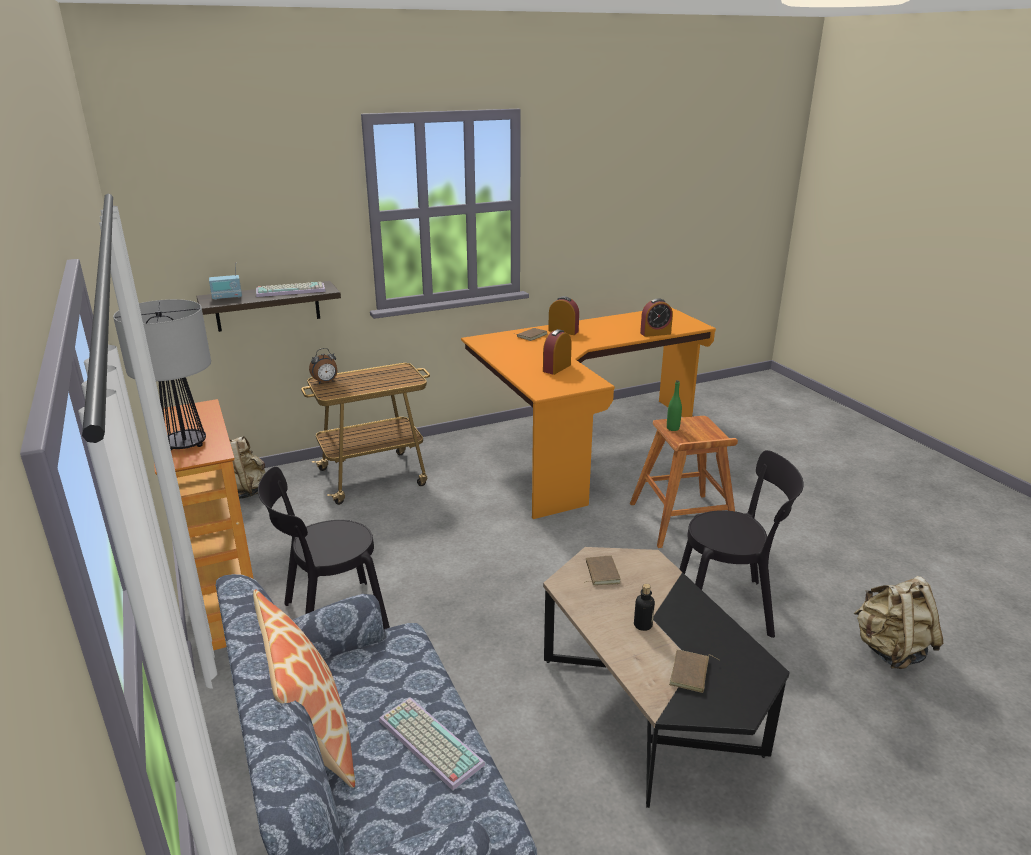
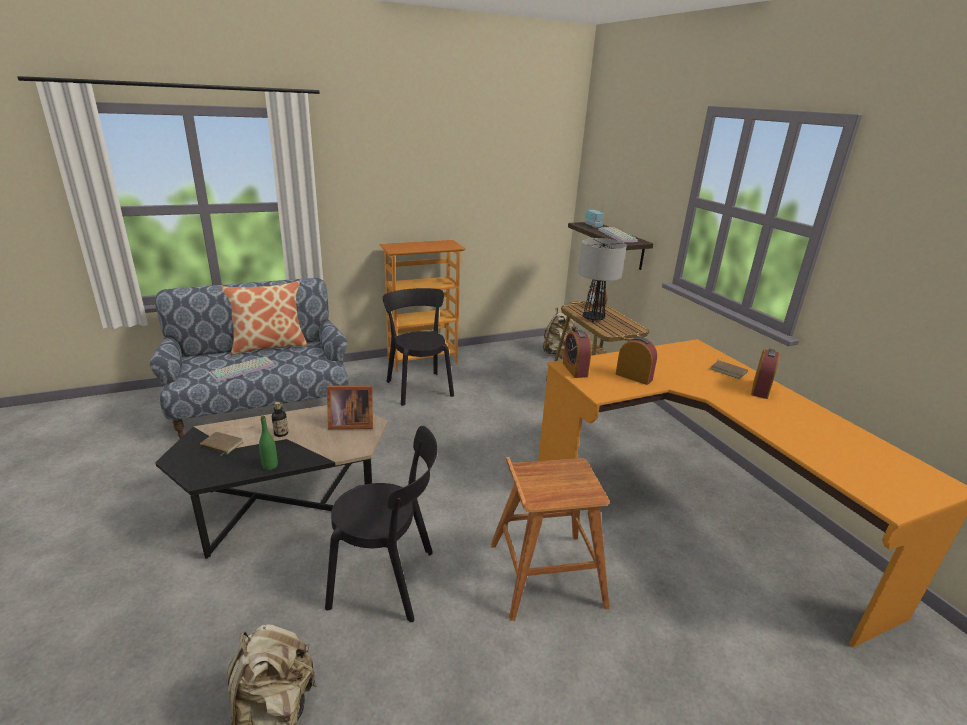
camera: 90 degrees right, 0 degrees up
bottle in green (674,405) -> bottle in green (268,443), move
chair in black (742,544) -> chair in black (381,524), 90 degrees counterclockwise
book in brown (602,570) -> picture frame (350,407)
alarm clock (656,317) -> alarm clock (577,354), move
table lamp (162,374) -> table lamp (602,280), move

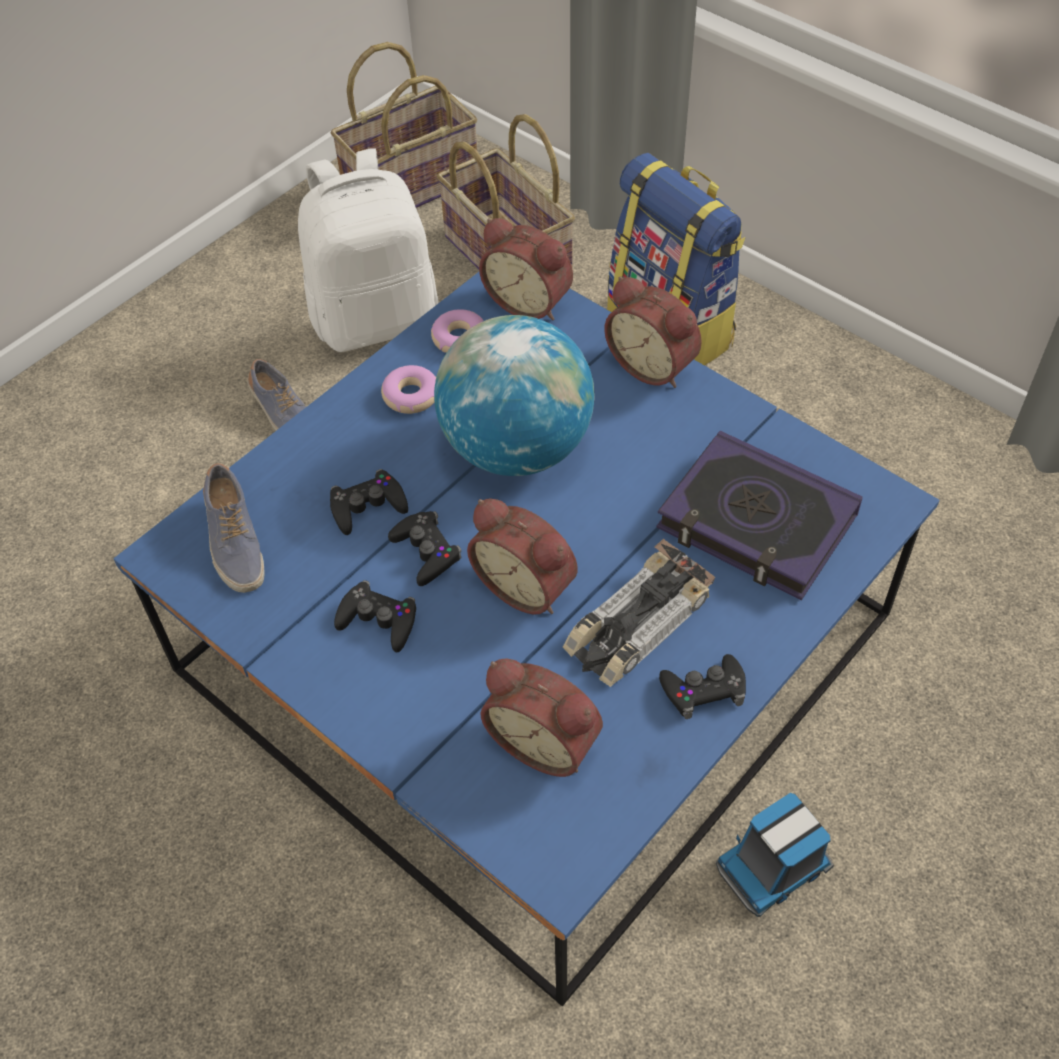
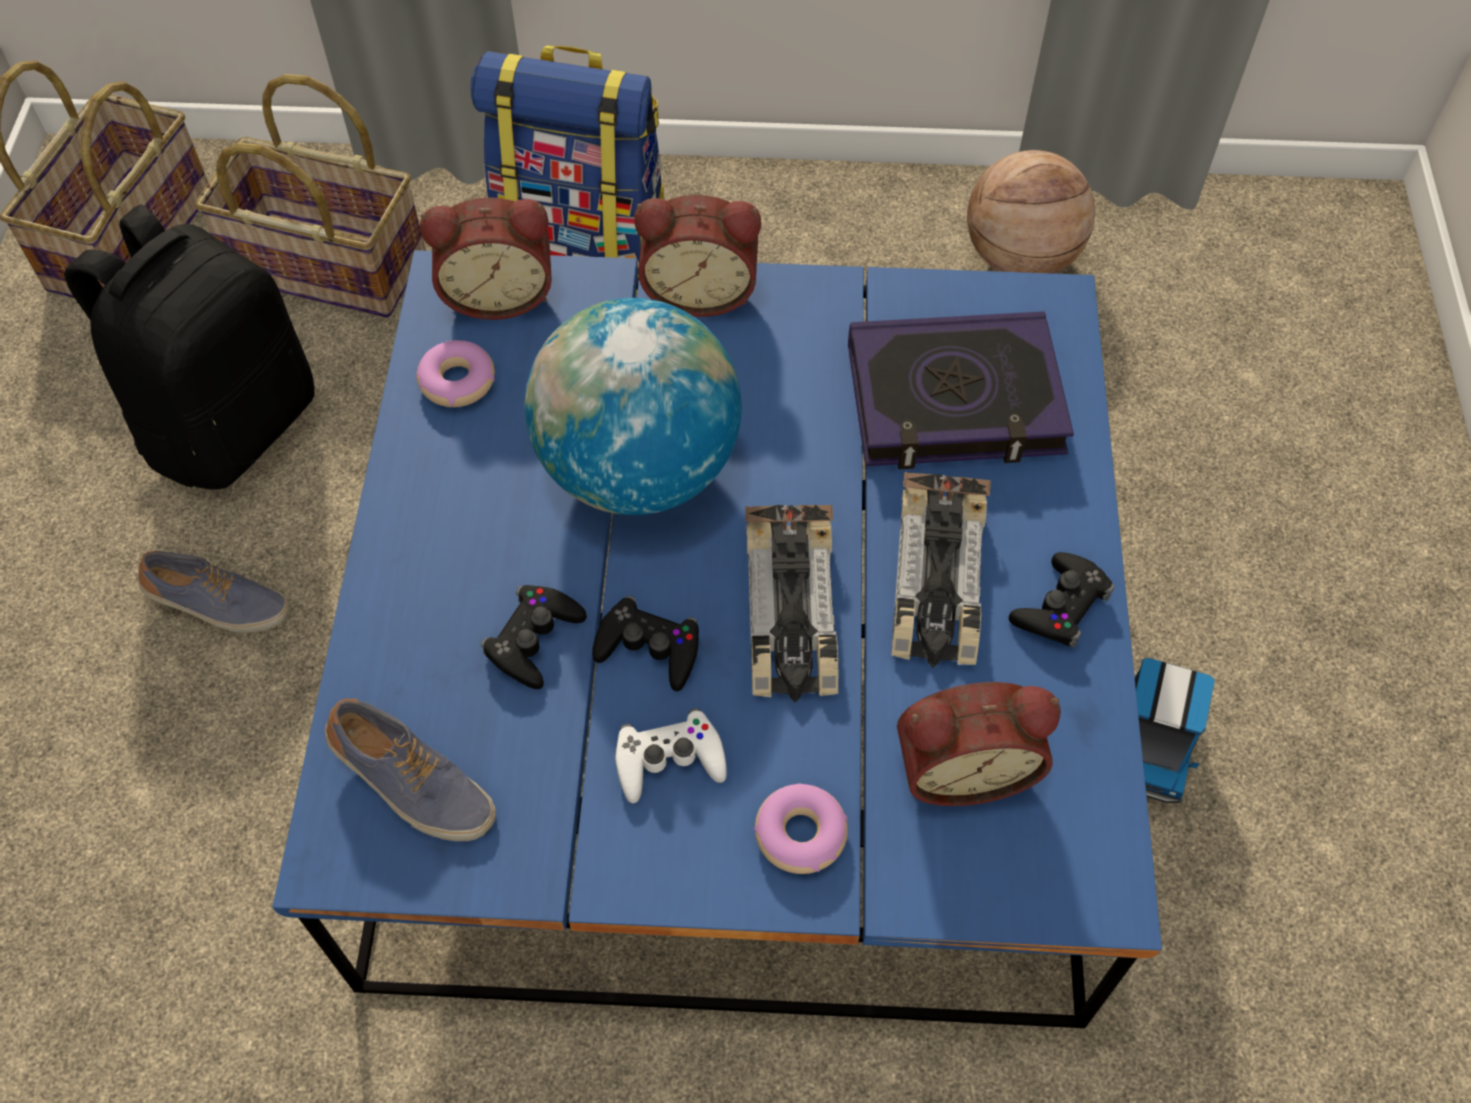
camera: 40 degrees left, 5 degrees up
backpack in white (368,250) -> backpack in black (189,347)
game controller in black (375,616) -> game controller in white (671,755)
alarm clock (522,556) -> toy car (791,603)
donut (408,389) -> donut (801,828), move
none -> basketball (1031,212)

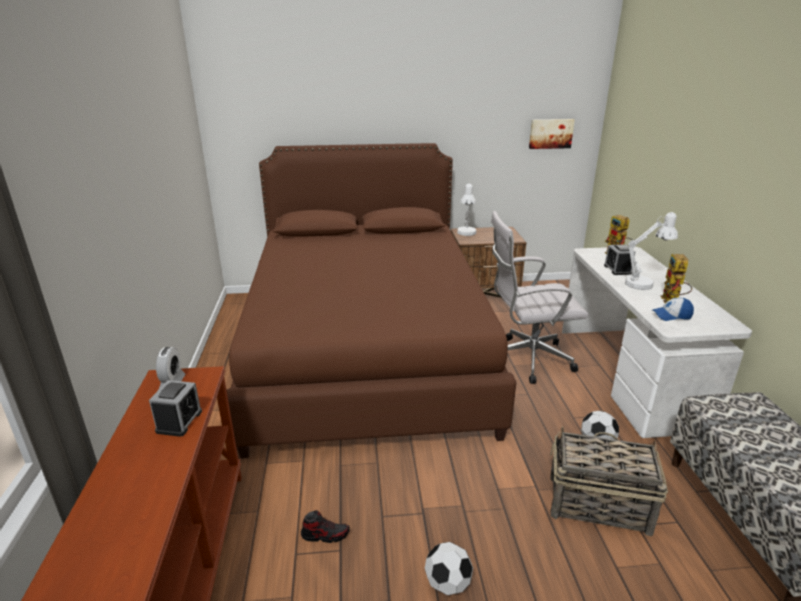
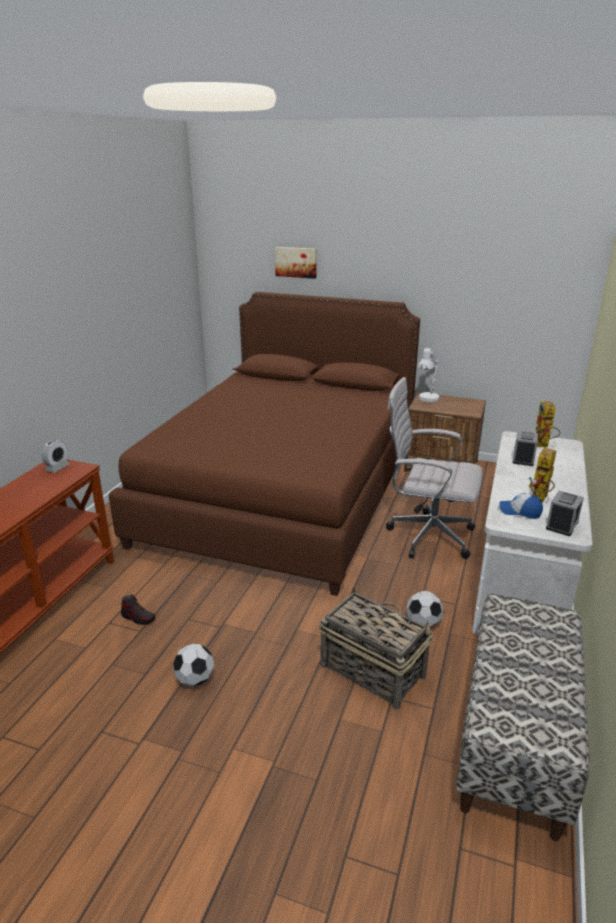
camera: 25 degrees right, 0 degrees up
picture (552,134) -> picture (296,263), move
alarm clock (175,408) -> alarm clock (565,513), move
table lamp in white (651,251) -> none

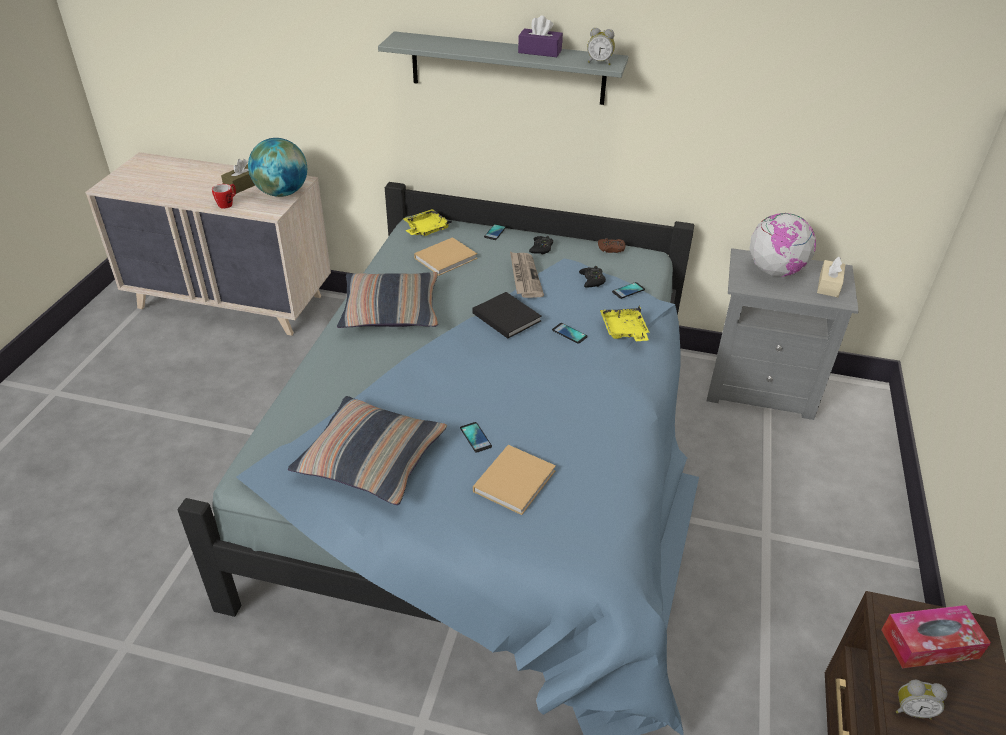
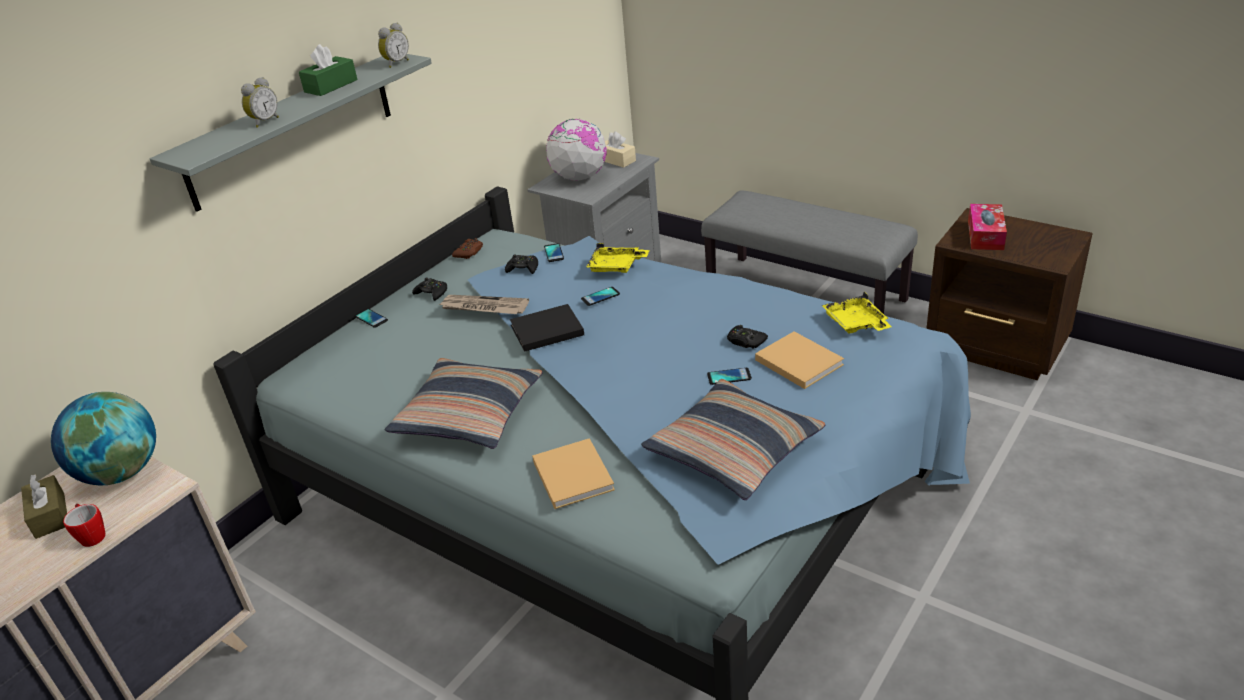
camera: 65 degrees left, 5 degrees down
alarm clock (921,699) -> alarm clock (260,102), move
tissue box in purple (540,36) -> tissue box in green (328,70)
book in beige (446,256) -> book in beige (573,473), move
none -> bench in grey (809,252)
none -> game controller in black (747,337)
tray in yellow (428,222) -> tray in yellow (856,313), move

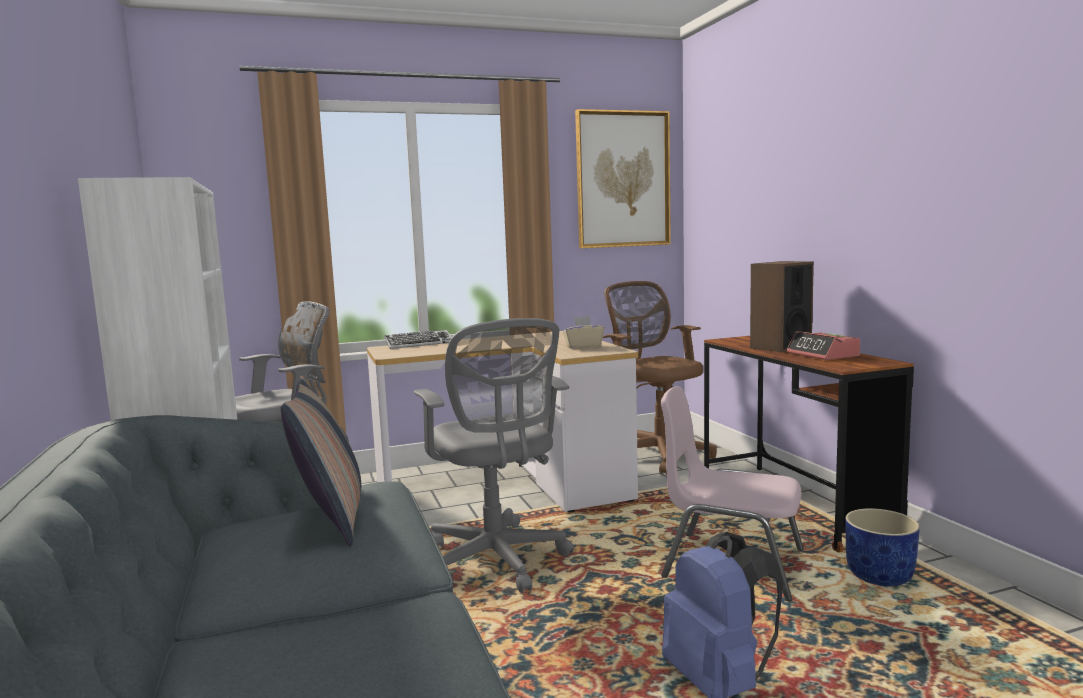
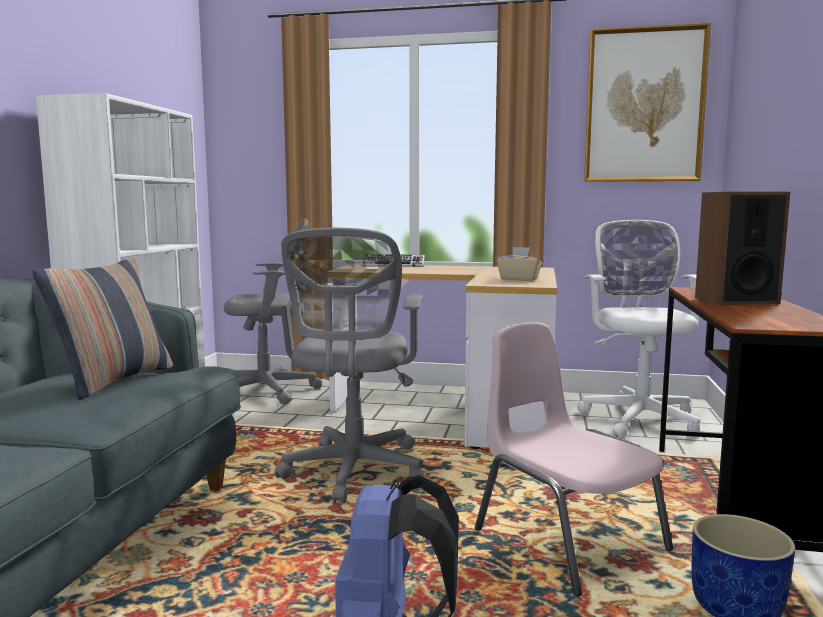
camera: 30 degrees right, 0 degrees up
office chair in brown (660,377) -> office chair in white (638,329)
alarm clock (823,345) -> none

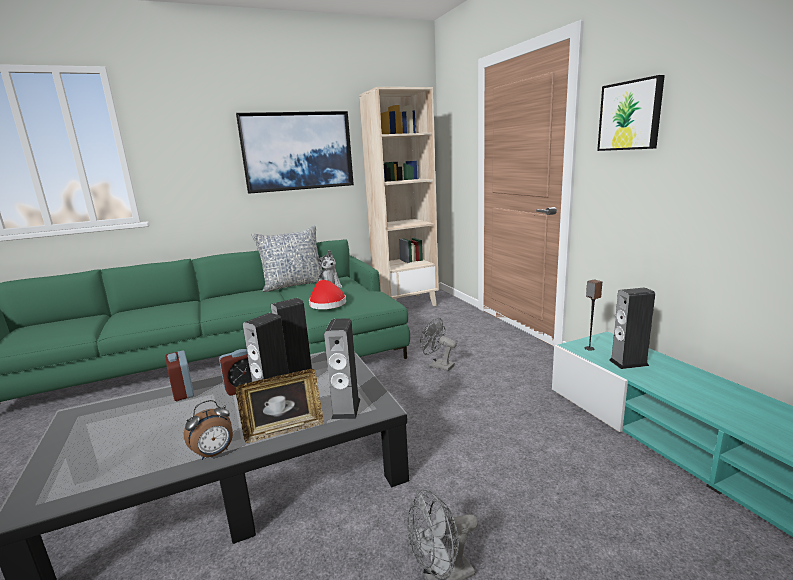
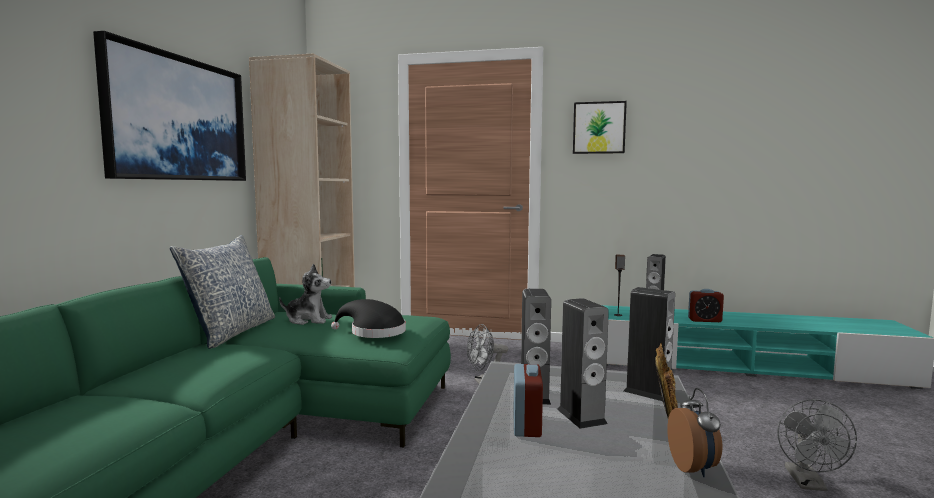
camera: 55 degrees left, 10 degrees down
hat in red (327,294) -> hat in black (368,318)
alarm clock (179,376) -> alarm clock (706,305), move

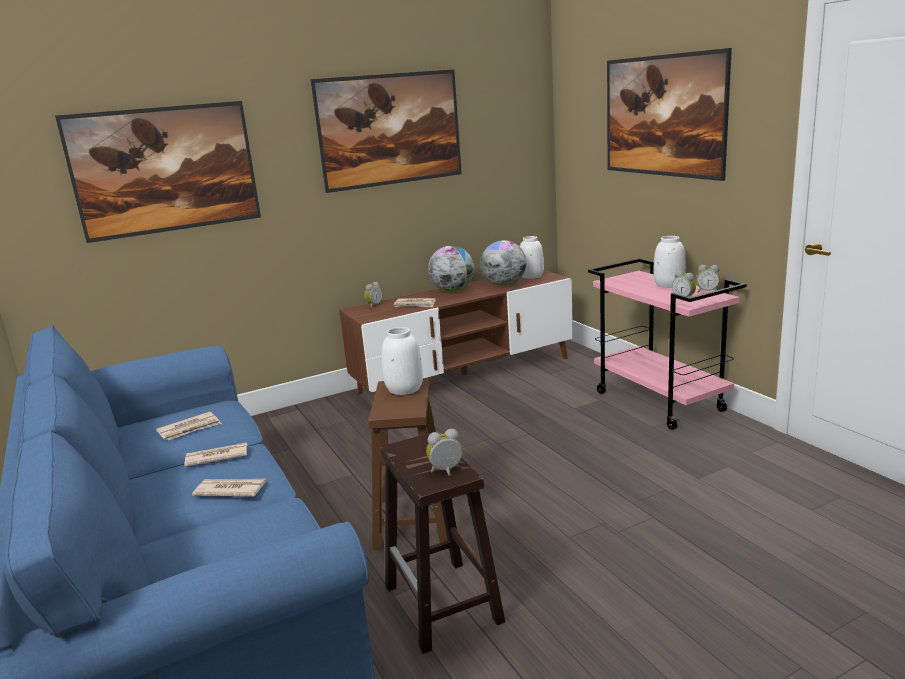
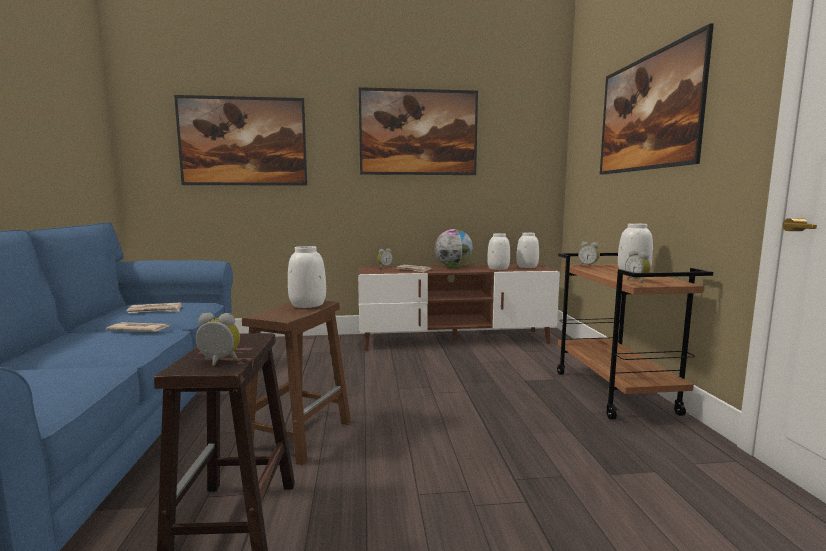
camera: 20 degrees right, 10 degrees down
globe (503,263) -> vase in white (498,251)
cart in pink (667,344) -> cart in brown (635,336)
alarm clock (708,279) -> alarm clock (589,254), move
newspaper (229,488) -> none

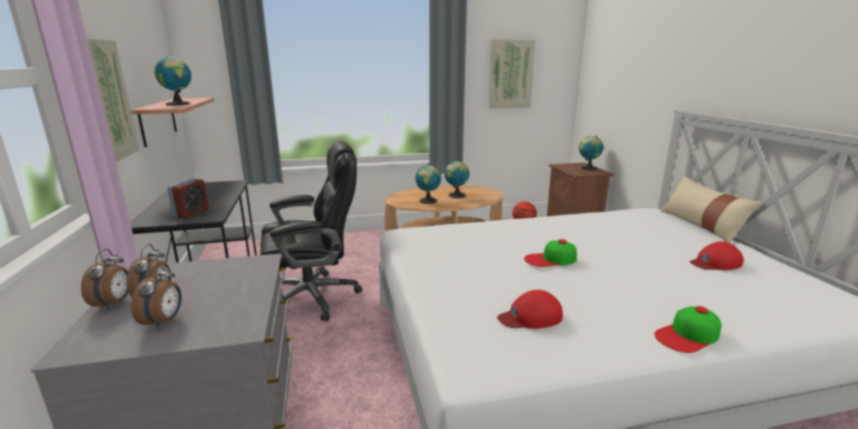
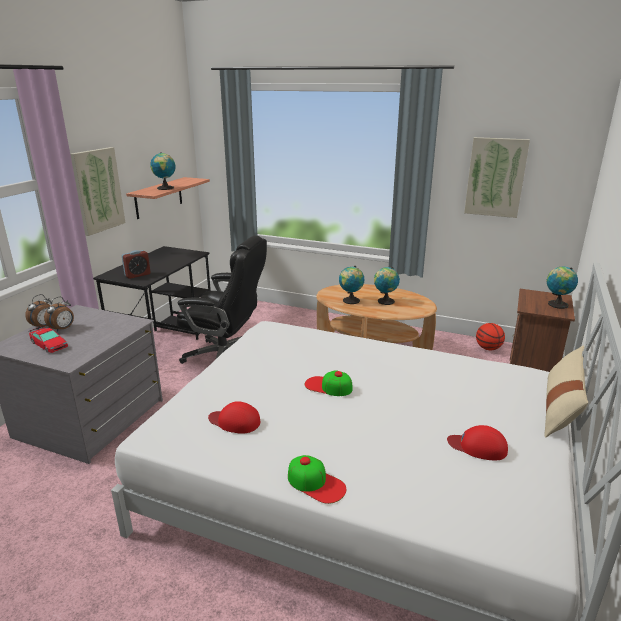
camera: 35 degrees right, 5 degrees up
alarm clock (156,296) -> toy car (48,339)
cap (687,329) -> cap (317,479), 150 degrees counterclockwise

